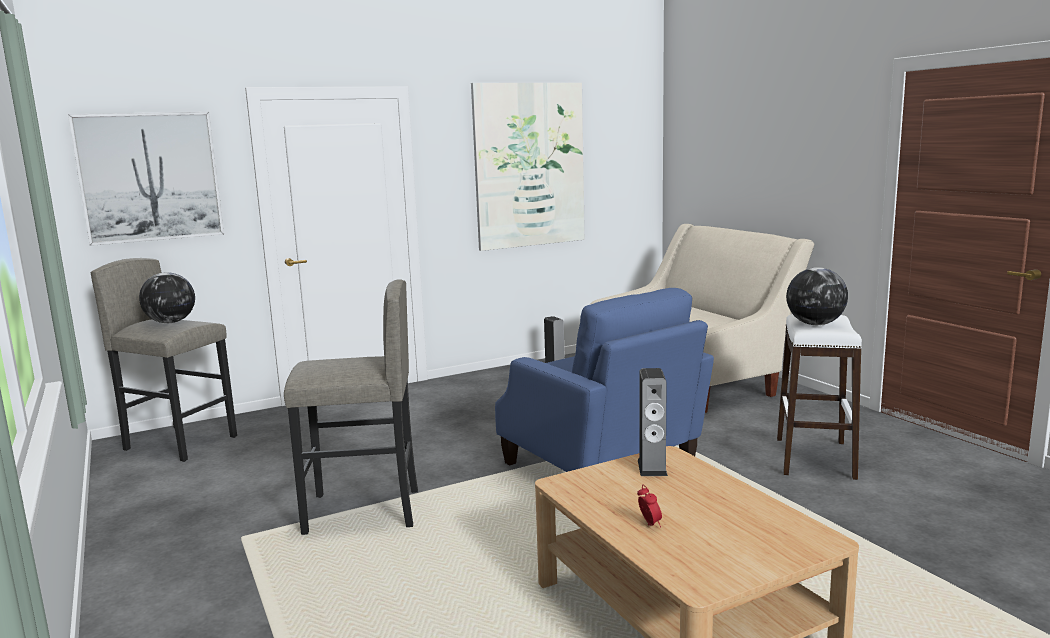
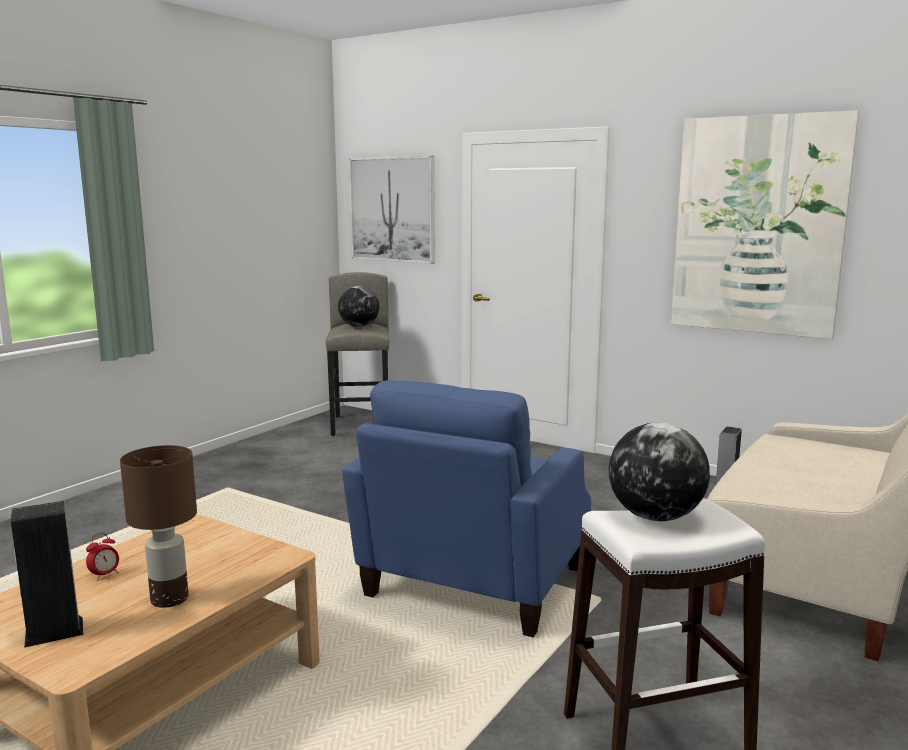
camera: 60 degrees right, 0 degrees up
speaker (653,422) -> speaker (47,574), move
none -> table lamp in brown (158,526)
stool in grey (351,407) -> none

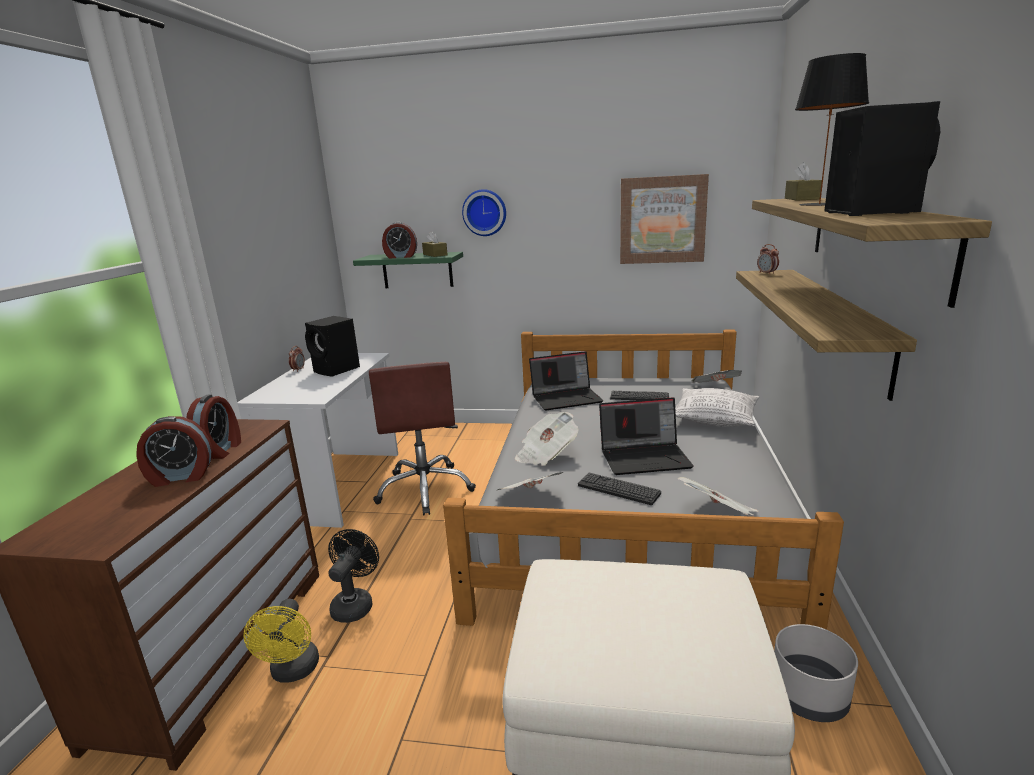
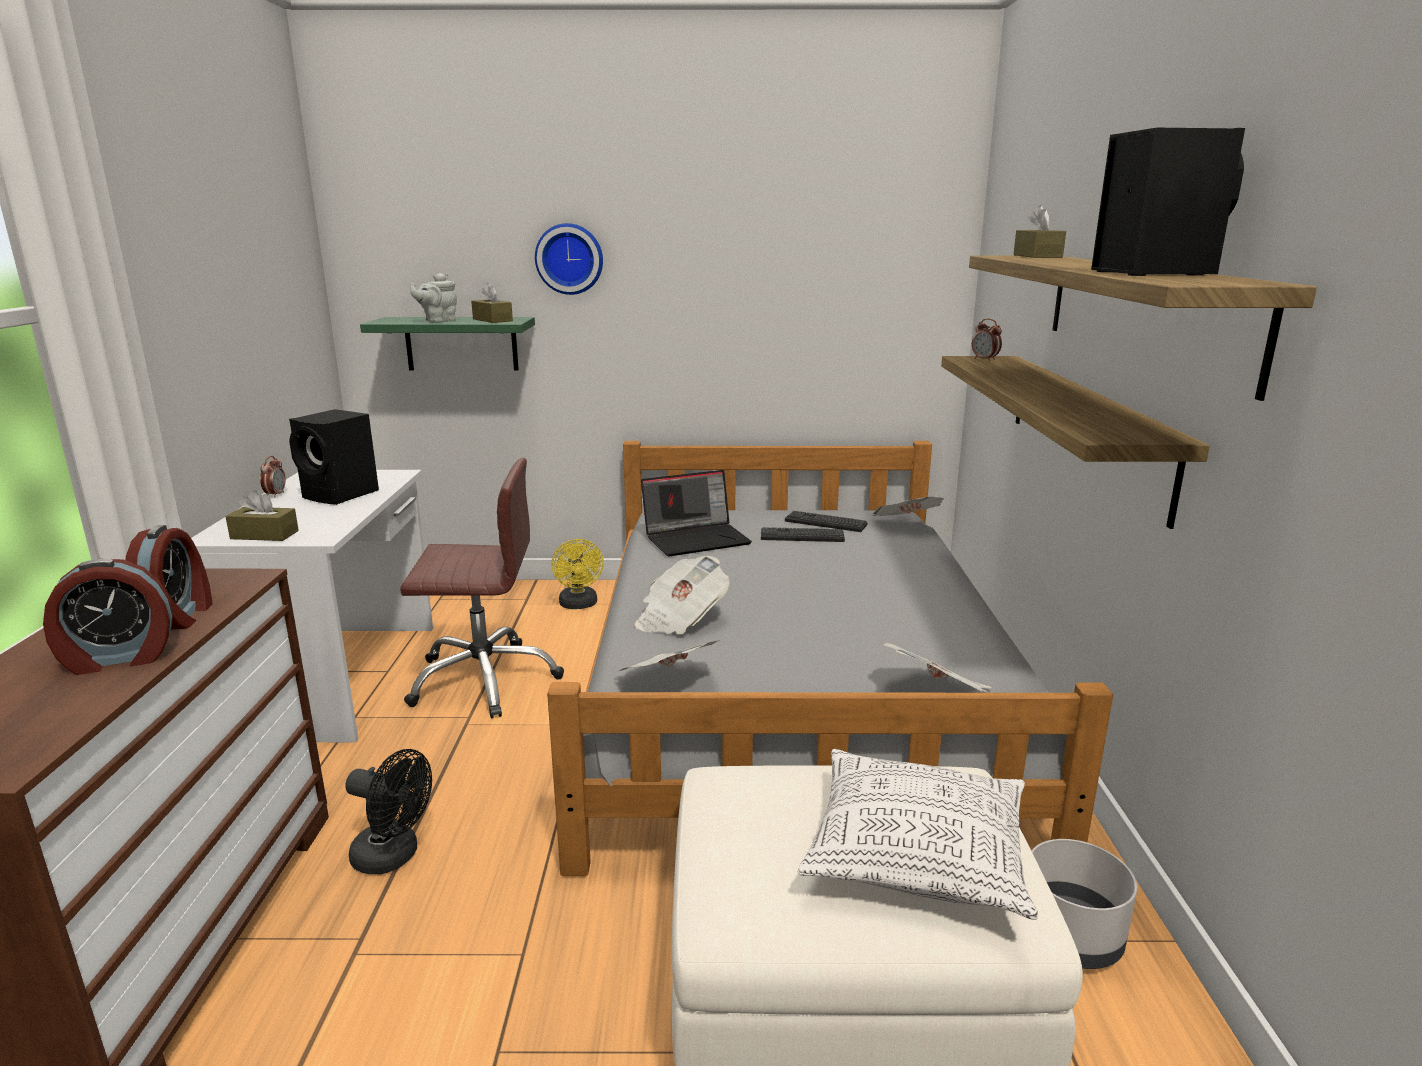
camera: 10 degrees left, 0 degrees up
none -> tissue box in brown (262,515)
fan in black (353,576) -> fan in black (388,811), 105 degrees clockwise
office chair in brown (422,438) -> office chair in brown (482,588), 75 degrees counterclockwise
alarm clock (399,240) -> teapot in grey (433,298)
fan in yellow (281,640) -> fan in yellow (577,574), move
keyboard (619,489) -> keyboard (826,521), move
pillow (717,407) -> pillow (918,834), move
laptop (646,436) -> none
picture (664,219) -> none
table lamp in black (832,129) -> none

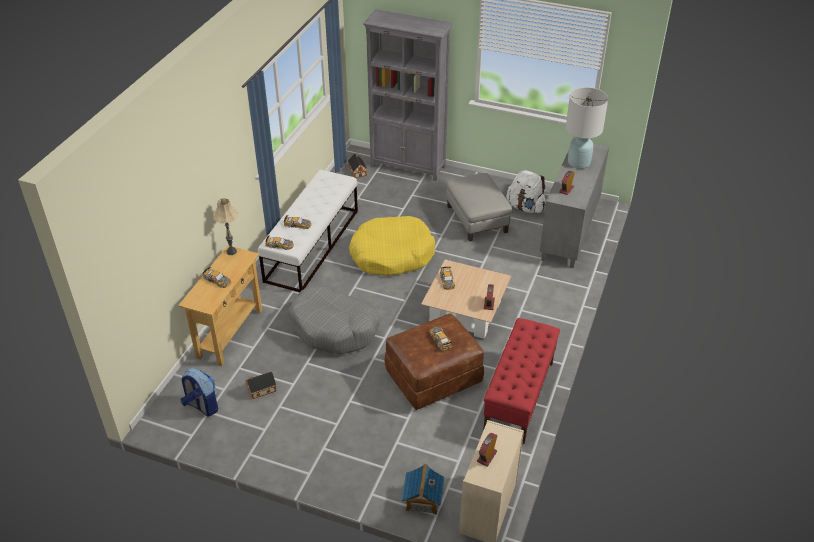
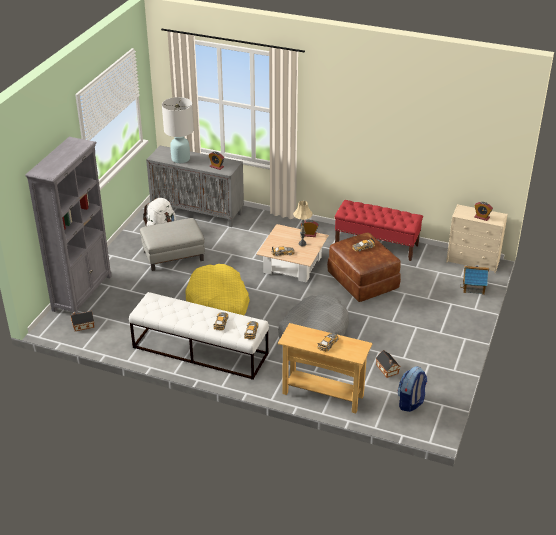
camera: 90 degrees left, 5 degrees down
table lamp in beige (225,226) -> table lamp in beige (303,224), move

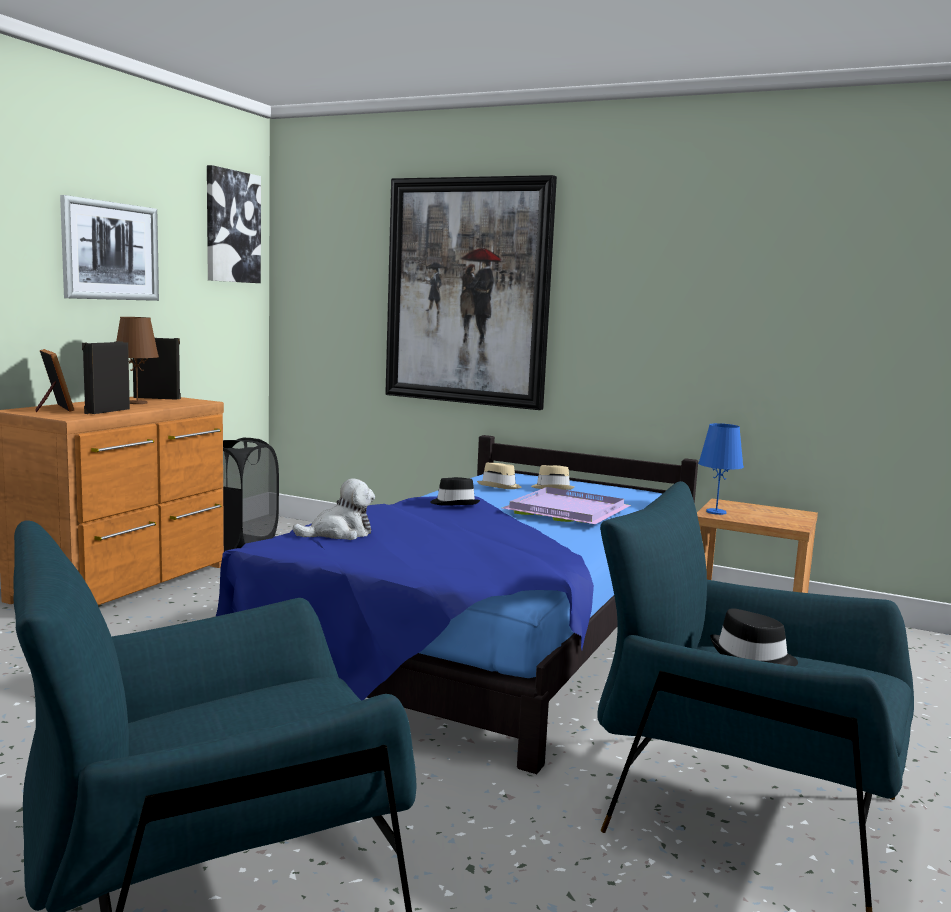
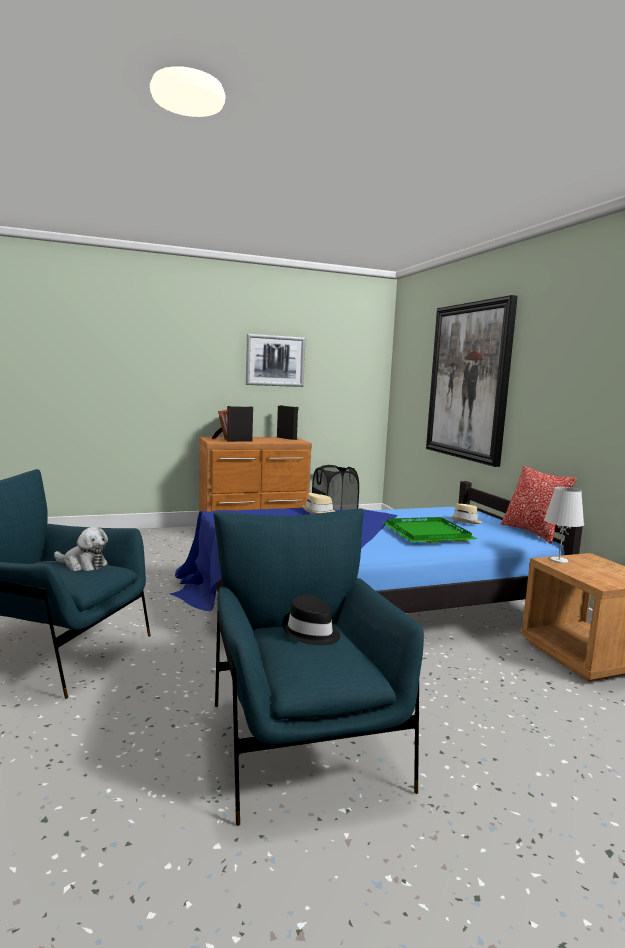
camera: 45 degrees right, 0 degrees up
plush toy (334,509) -> plush toy (81,549), move
hat in beige (499,475) -> hat in beige (318,503), move
tray in purple (567,505) -> tray in green (429,530)
none -> pillow (539,504)
table lamp in blue (721,469) -> table lamp in white (564,525)
table lamp in brown (137,360) -> none
picture (234,224) -> none
hat in black (455,491) -> none

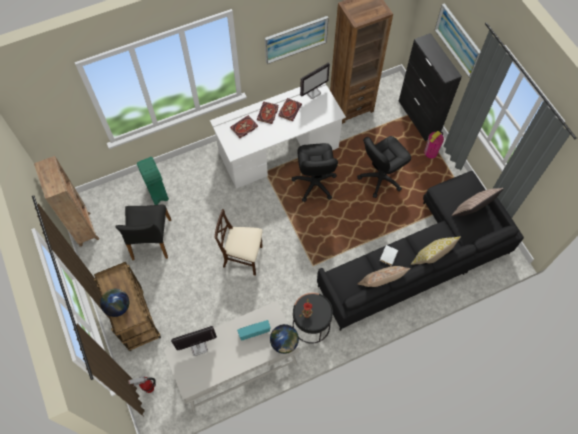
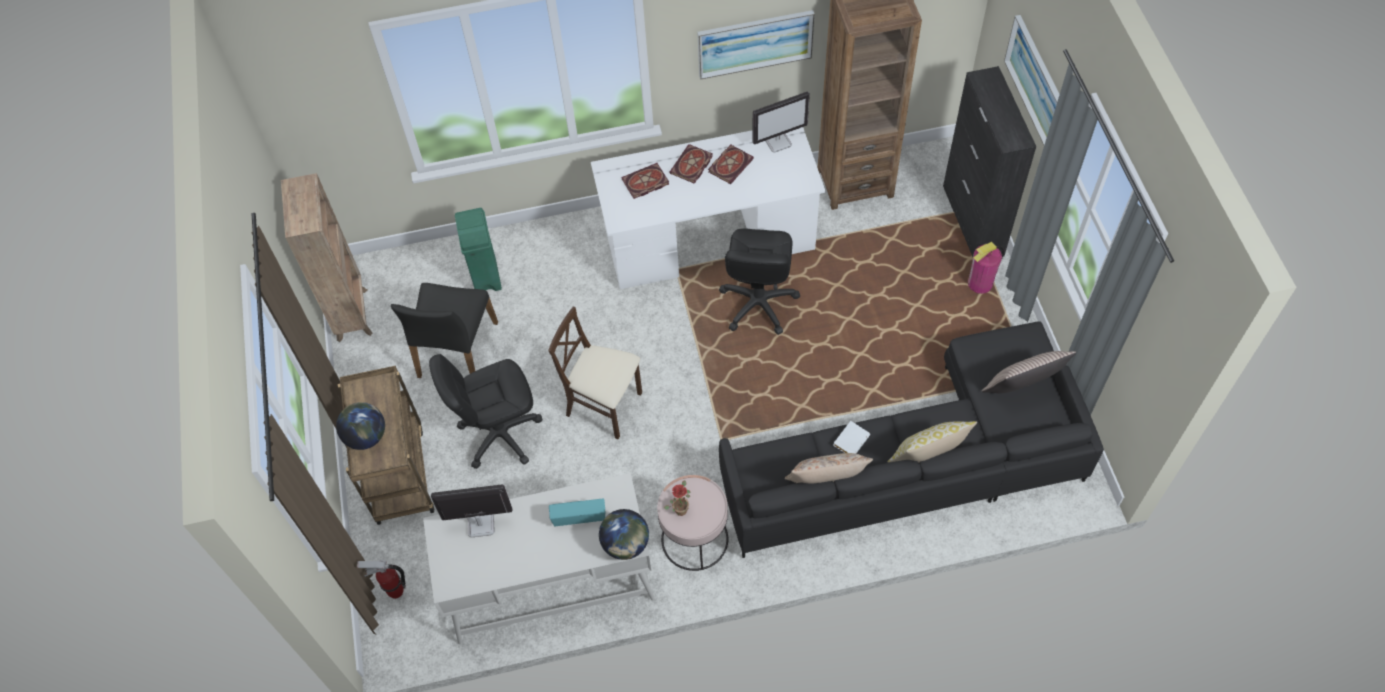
camera: 15 degrees right, 5 degrees down
office chair in black (384,167) -> office chair in black (486,411), move
side table in black (313,318) -> side table in pink (692,523)

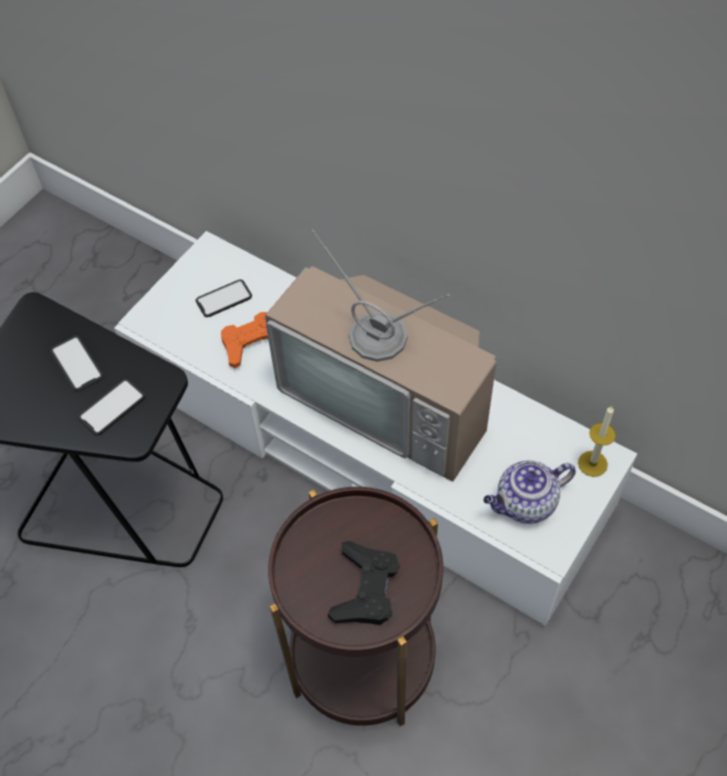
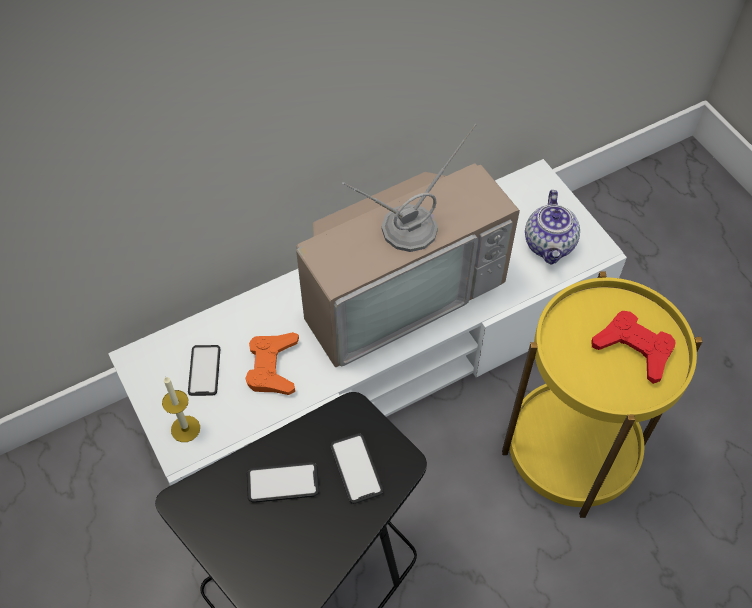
camera: 65 degrees left, 0 degrees up
candle (597,441) -> candle (181,409), move
side table in brown (355,606) -> side table in yellow (602,394)
game controller in black (364,583) -> game controller in red (634,347)

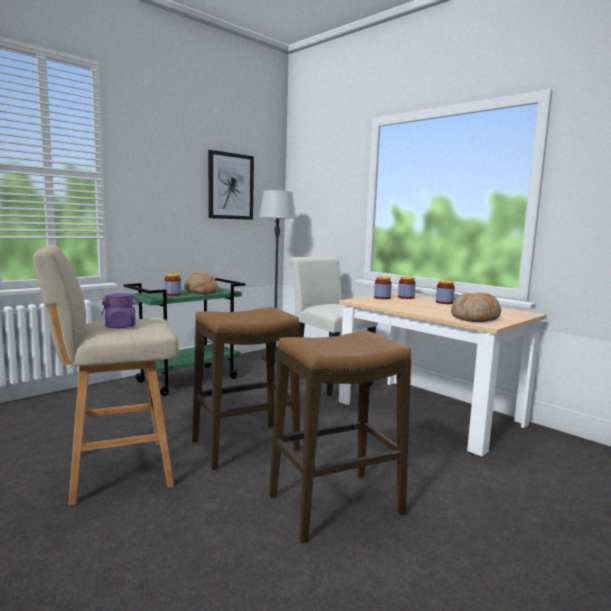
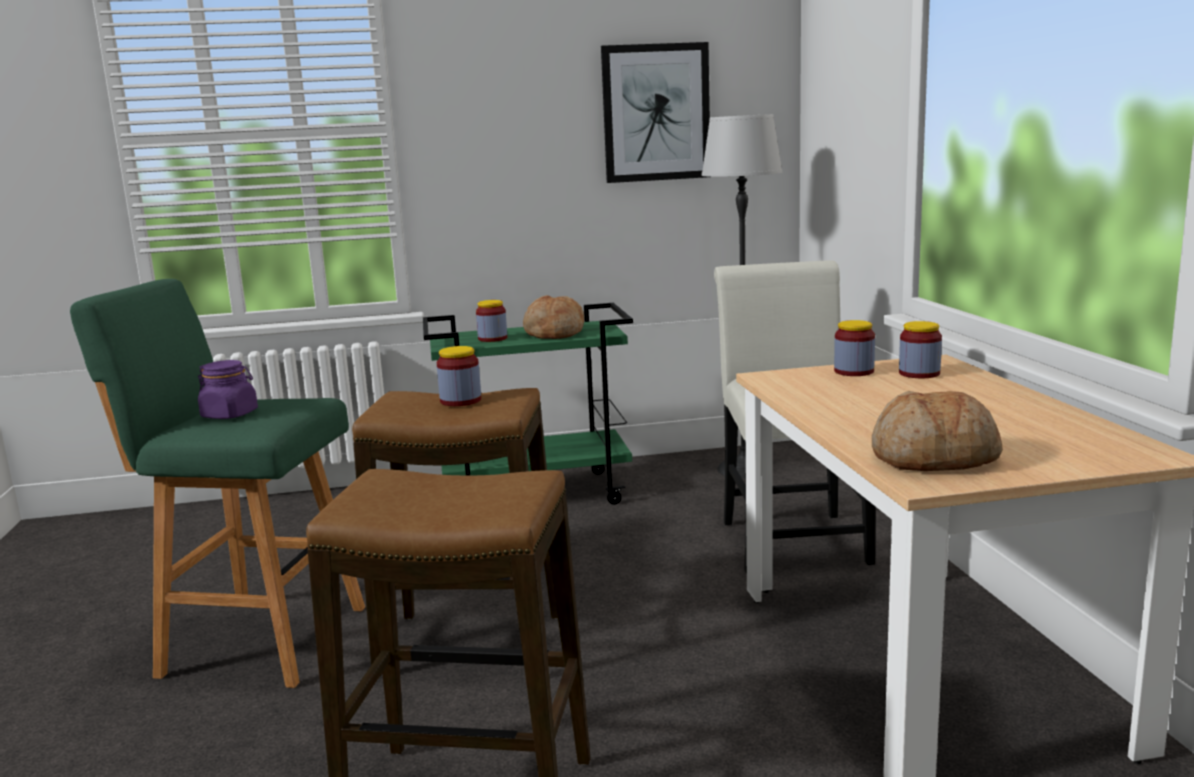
camera: 35 degrees right, 5 degrees up
stool in beige (106,375) -> stool in green (217,483)
jar (445,292) -> jar (459,376), move

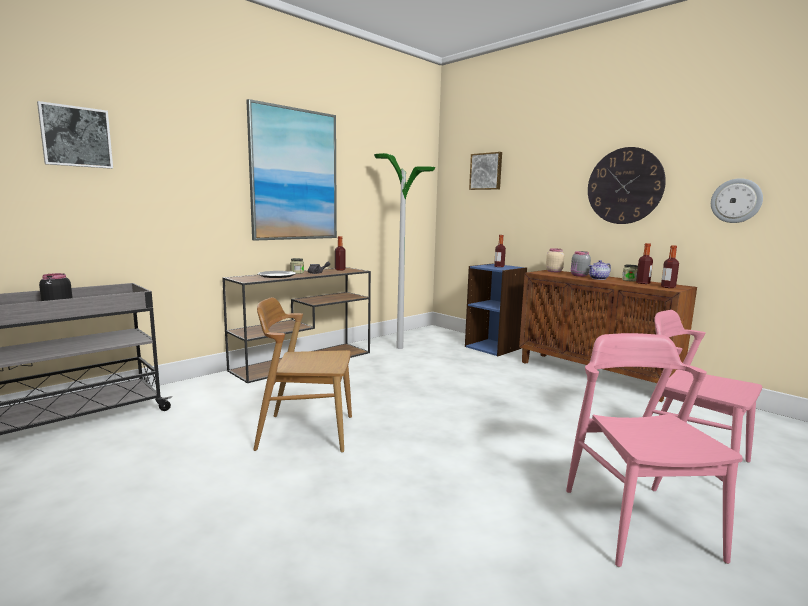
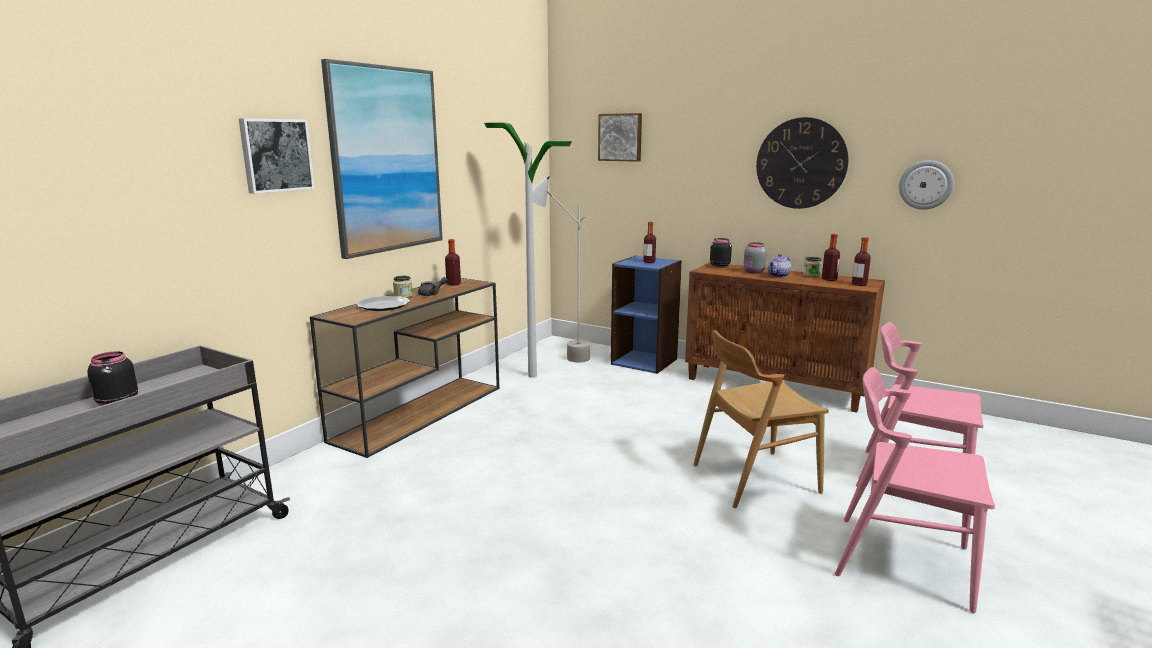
camera: 15 degrees left, 5 degrees up
picture (75,135) -> picture (277,156), move
none -> floor lamp in grey (557,269)
chair in brown (302,375) -> chair in brown (761,419), move
jar in beige (555,260) -> jar in black (721,253)
chair in pink (654,450) -> chair in pink (915,490), 45 degrees counterclockwise

